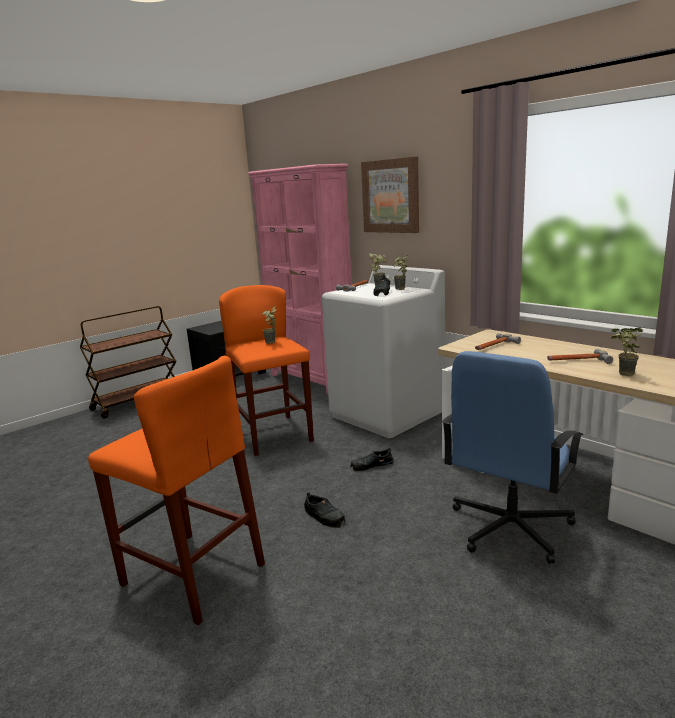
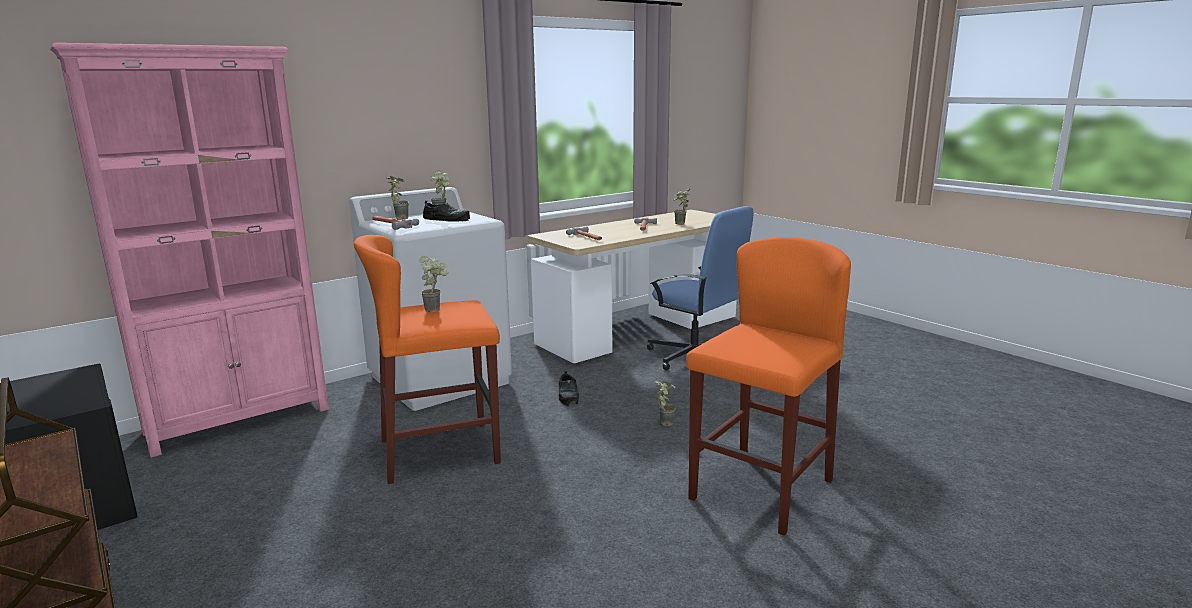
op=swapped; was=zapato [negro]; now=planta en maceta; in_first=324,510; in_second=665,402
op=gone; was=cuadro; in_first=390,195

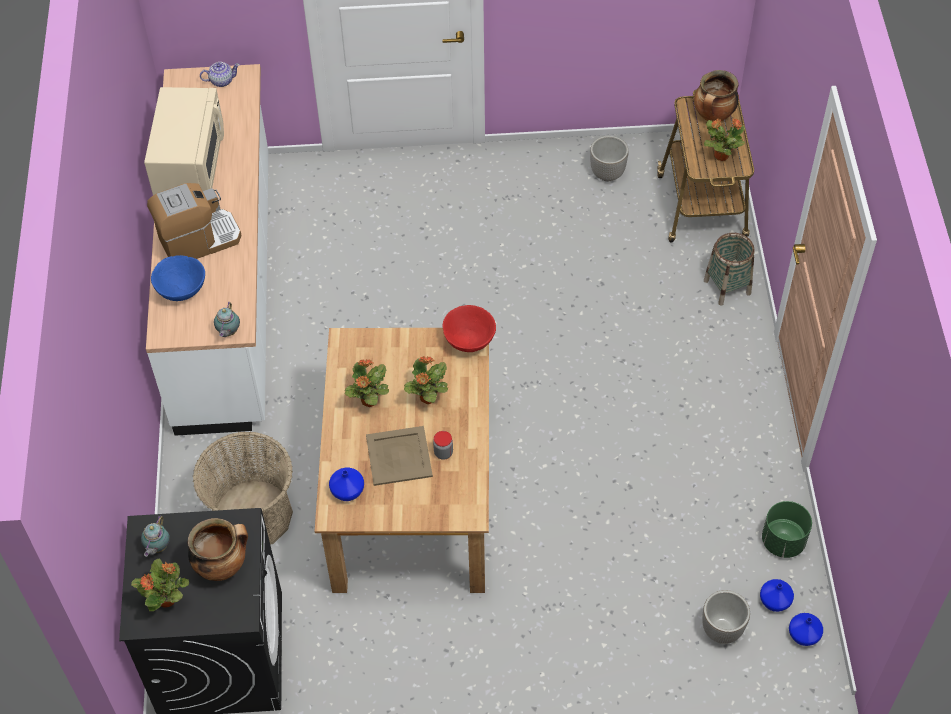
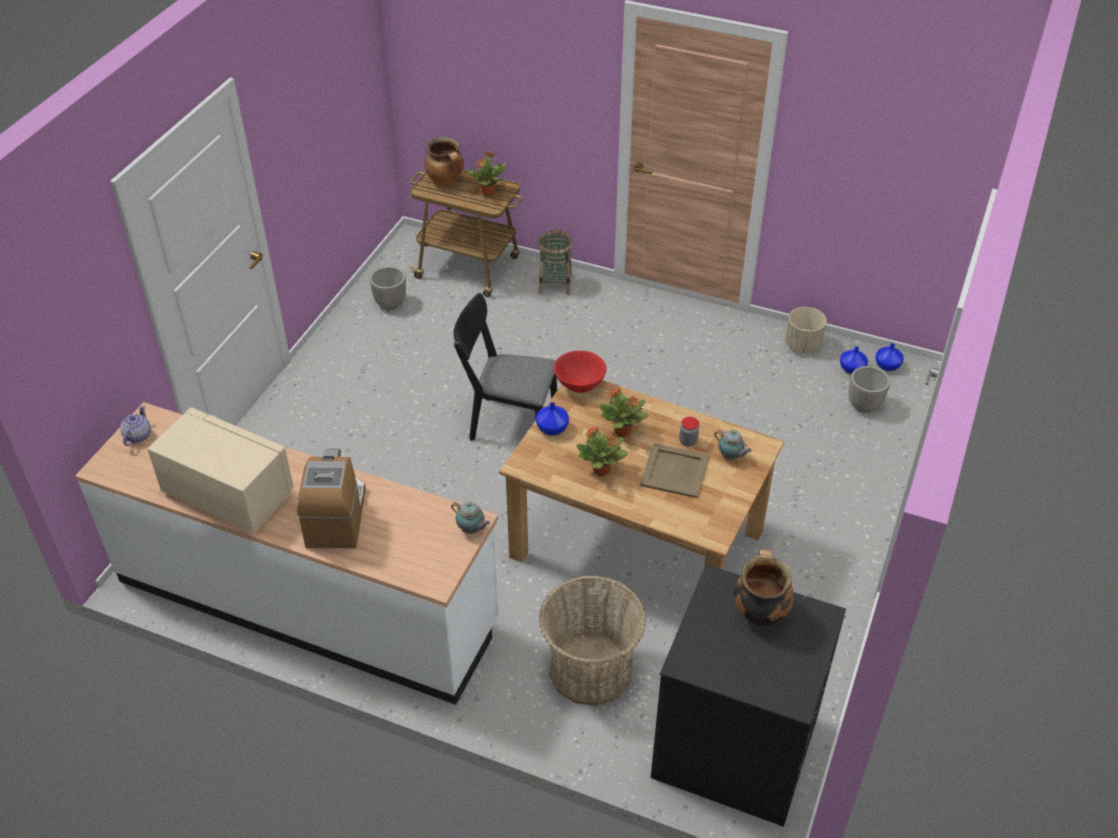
op=gone; was=planta en maceta; in_first=160,584
op=shifted; was=tetera; in_first=155,536; in_second=733,445
op=gone; was=cuenco [azul]; in_first=178,278
op=shifted; was=florero [azul]; in_first=346,484; in_second=552,419
op=repainted; was=maceta [verde]; now=maceta [beis]; in_first=787,529; in_second=805,330
op=new; now=silla [negro]; in_second=505,367

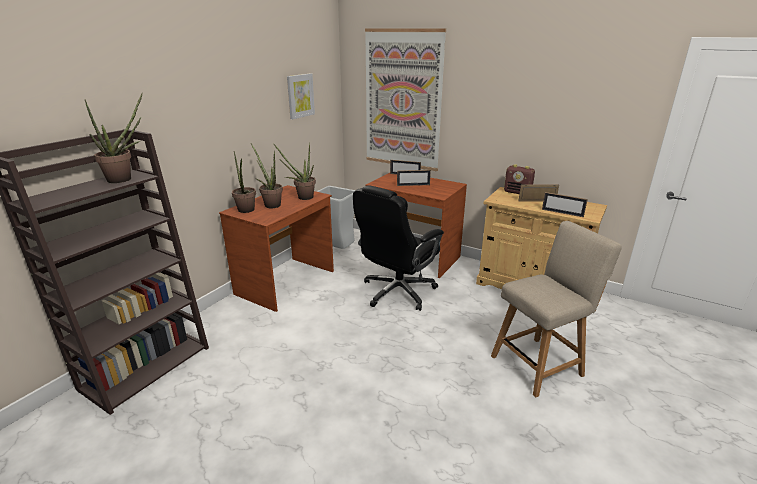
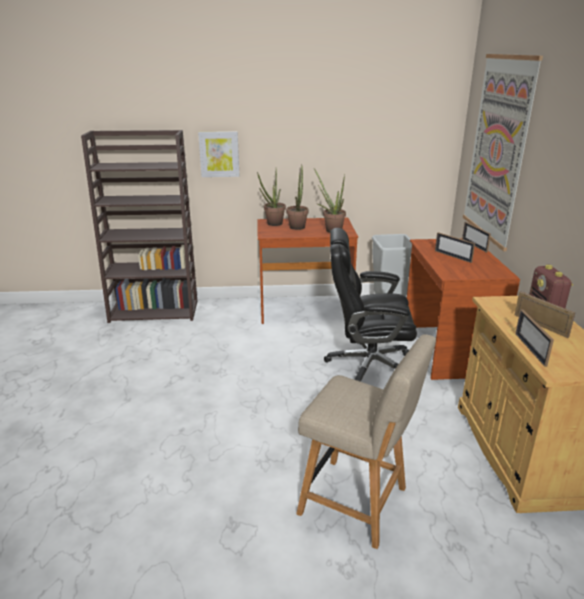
op=gone; was=planta en maceta; in_first=113,138
op=shifted; was=cuadro; in_first=301,96; in_second=218,154

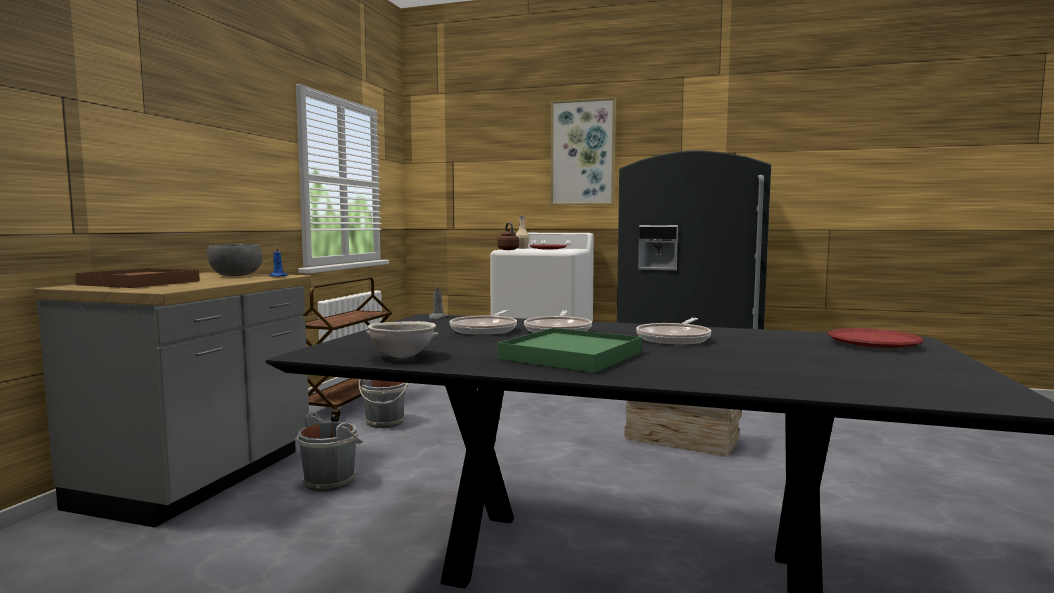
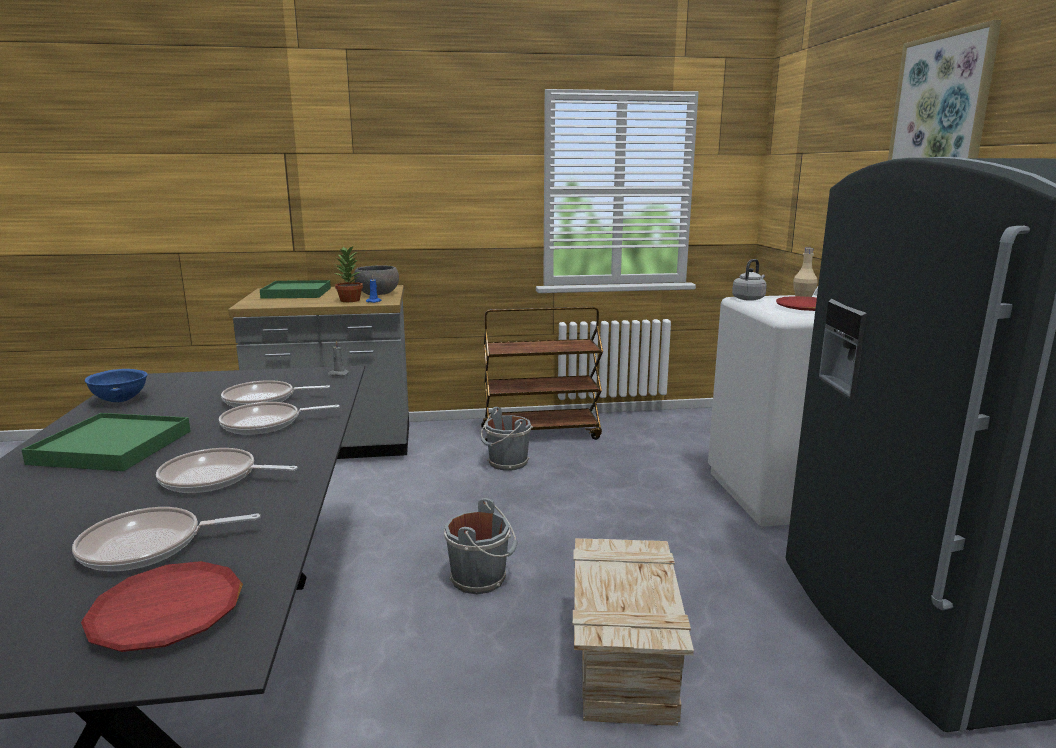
op=repainted; was=bandeja [marrón]; now=bandeja [verde]; in_first=137,278; in_second=295,289
op=shifted; was=cubo [gris]; in_first=329,452; in_second=481,546
op=repainted; was=cuenco [gris]; now=cuenco [azul]; in_first=402,339; in_second=116,385
op=repainted; was=hervidor [marrón]; now=hervidor [gris]; in_first=508,236; in_second=749,280
op=new; now=sartén; in_second=166,539
op=new; now=planta en maceta; in_second=349,274

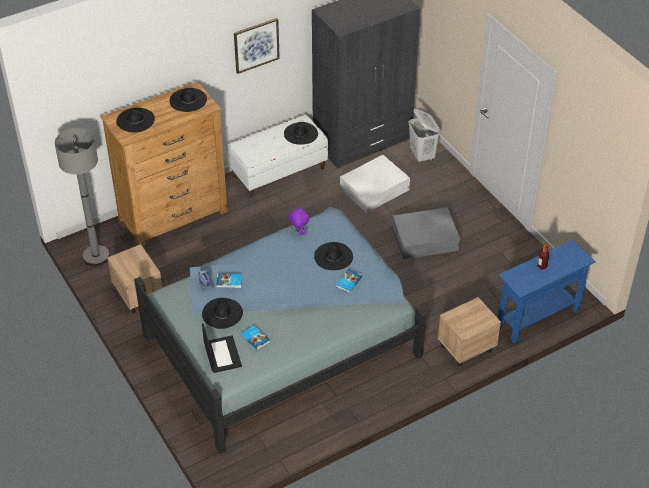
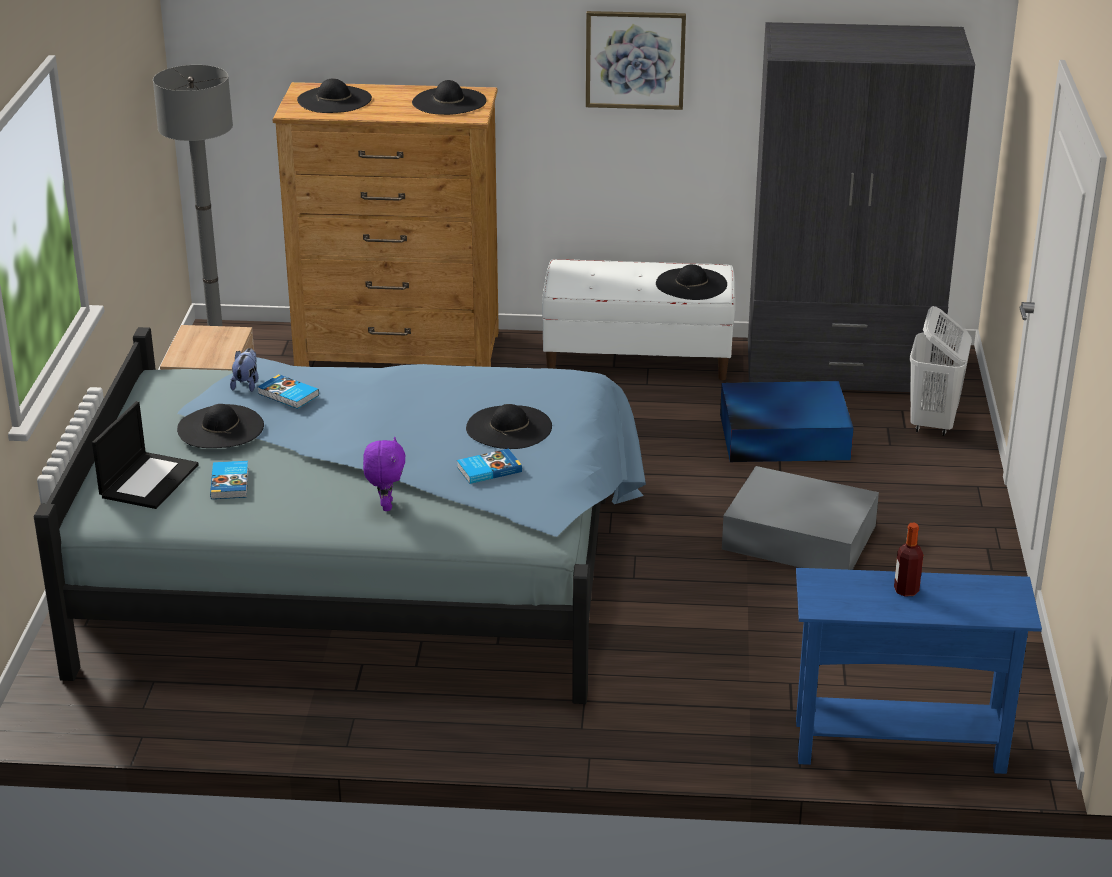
op=shifted; was=peluche [morado]; in_first=299,220; in_second=384,474
op=repainted; was=caja de almacenaje [blanco]; now=caja de almacenaje [azul]; in_first=375,184; in_second=787,421
op=gone; was=mesita de noche [beis]; in_first=469,332

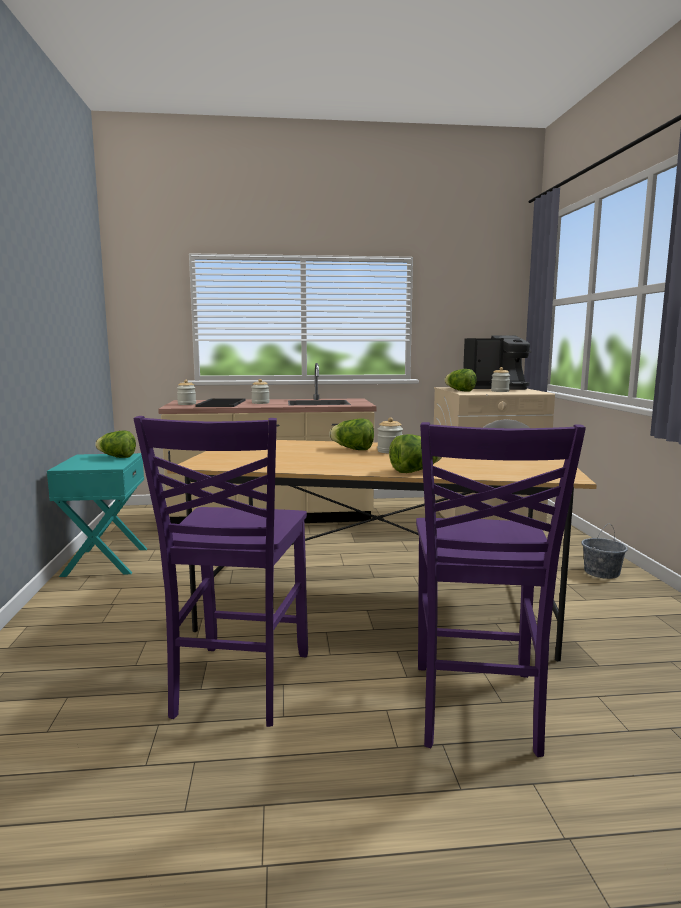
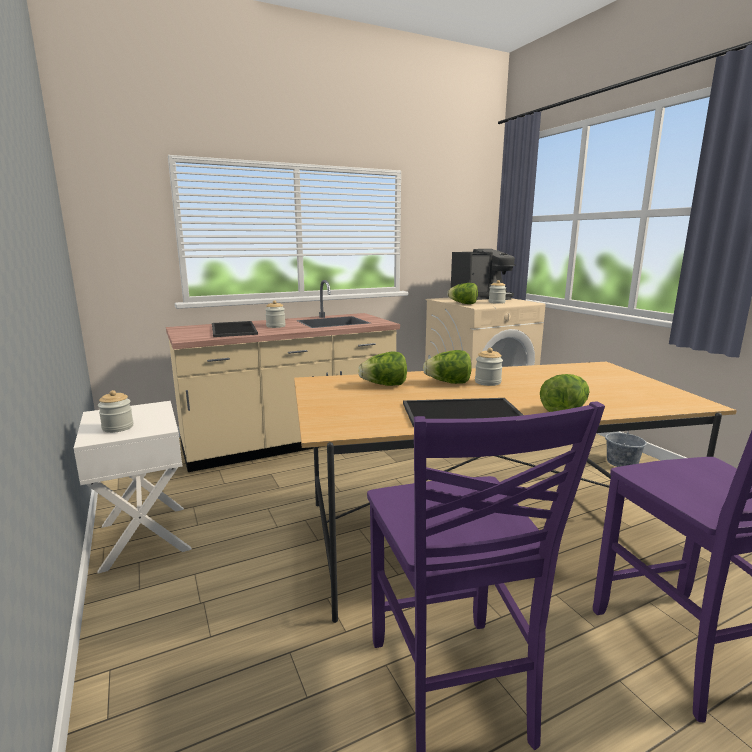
op=repainted; was=mesita de noche [turquesa]; now=mesita de noche [blanco]; in_first=97,515; in_second=133,487
op=shifted; was=lechuga; in_first=115,444; in_second=382,368
op=shifted; was=tarro; in_first=186,392; in_second=116,411
op=new; now=bandeja; in_second=463,412

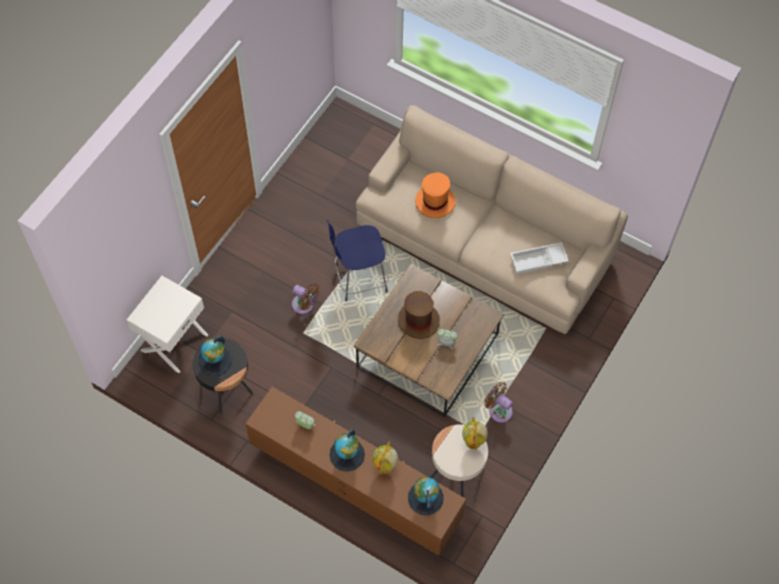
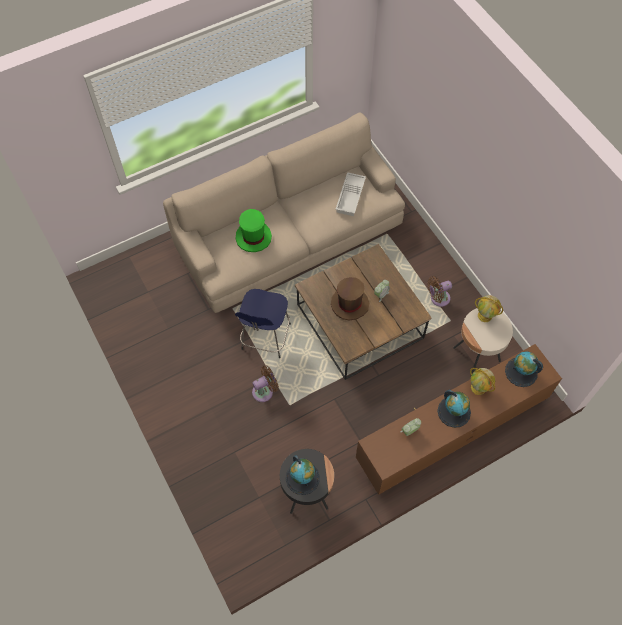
op=gone; was=mesita de noche [blanco]; in_first=167,324
op=repainted; was=sombrero [naranja]; now=sombrero [verde]; in_first=435,195; in_second=254,230

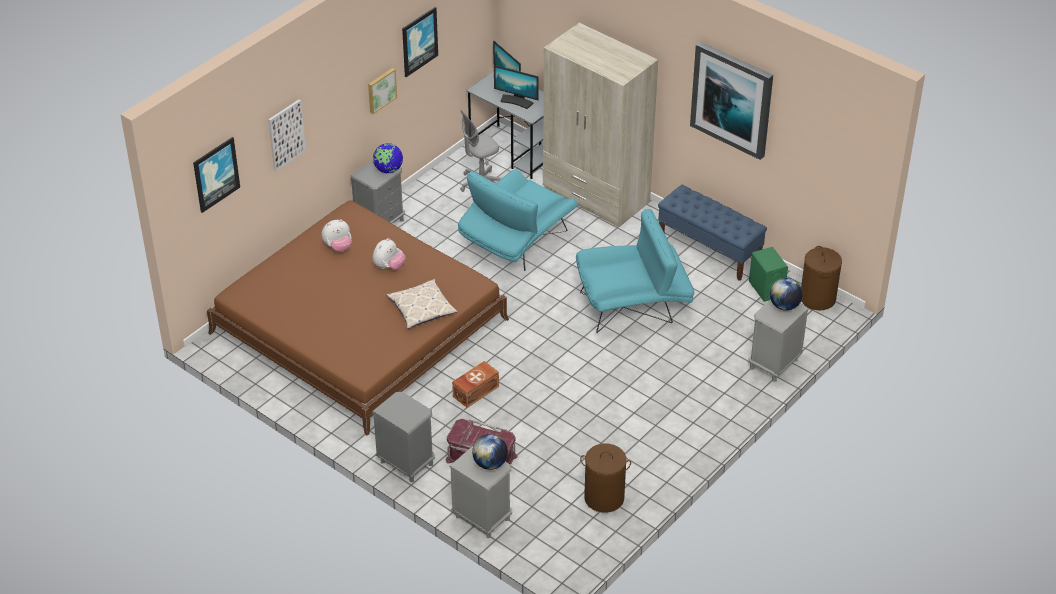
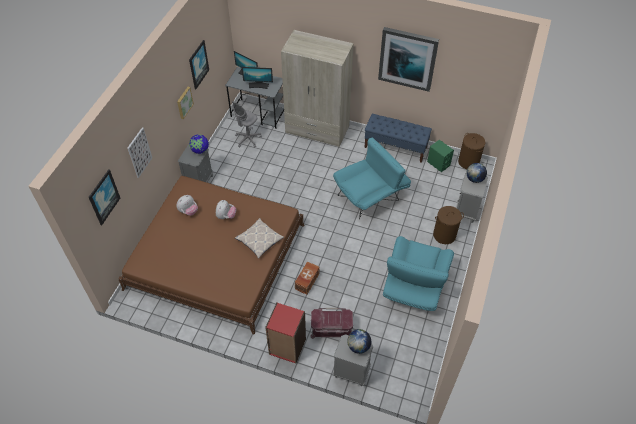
op=swapped; was=mesita de noche [gris]; now=estantería [rojo]; in_first=403,437; in_second=285,333
op=shifted; was=sillón [turquesa]; in_first=518,220; in_second=418,273
op=shifted; was=cesto de la ropa [marrón]; in_first=605,478; in_second=448,225

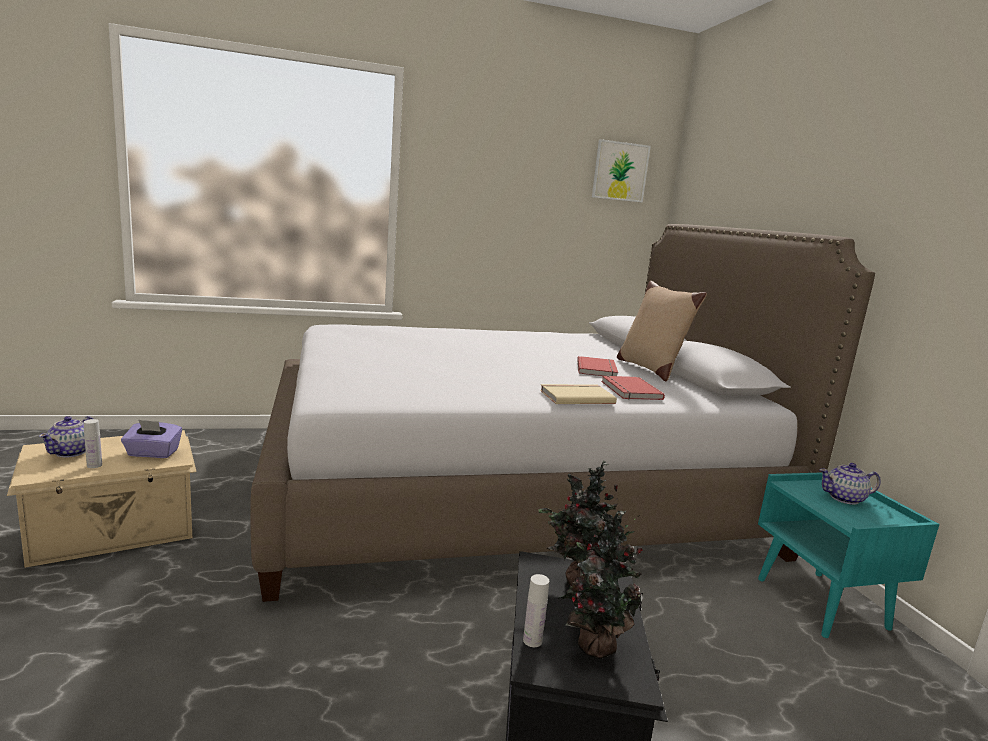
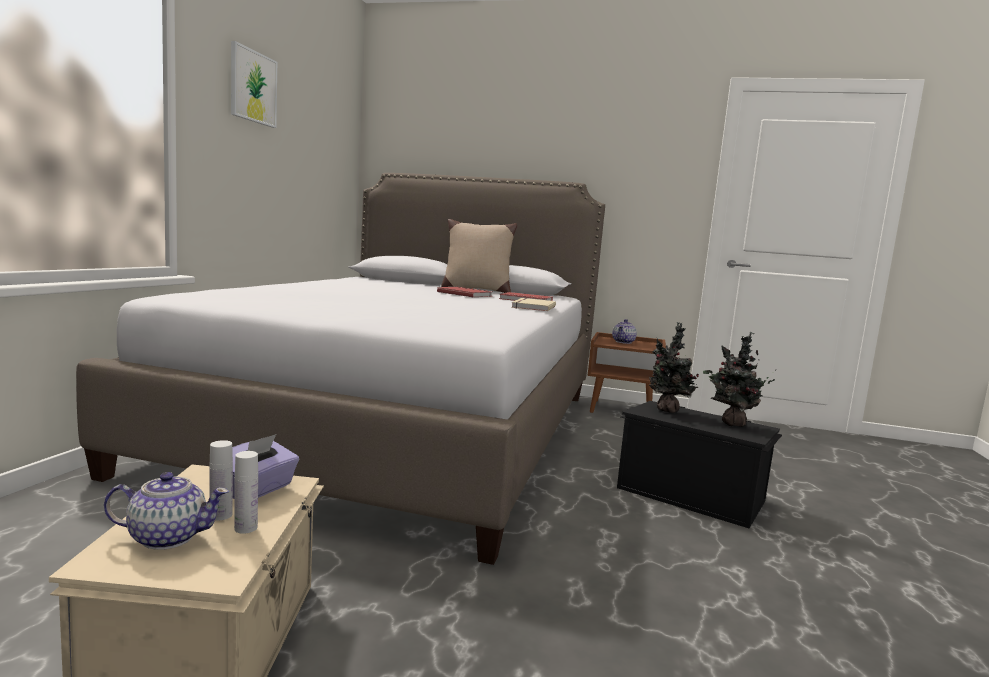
op=rotated; was=tetera; in_first=66,436; in_second=166,511; clockwise=-45
op=shifted; was=botella [blanco]; in_first=536,610; in_second=221,480
op=shifted; was=cuadro; in_first=621,170; in_second=254,84
op=repainted; was=mesita de noche [turquesa]; now=mesita de noche [marrón]; in_first=848,555; in_second=627,372

